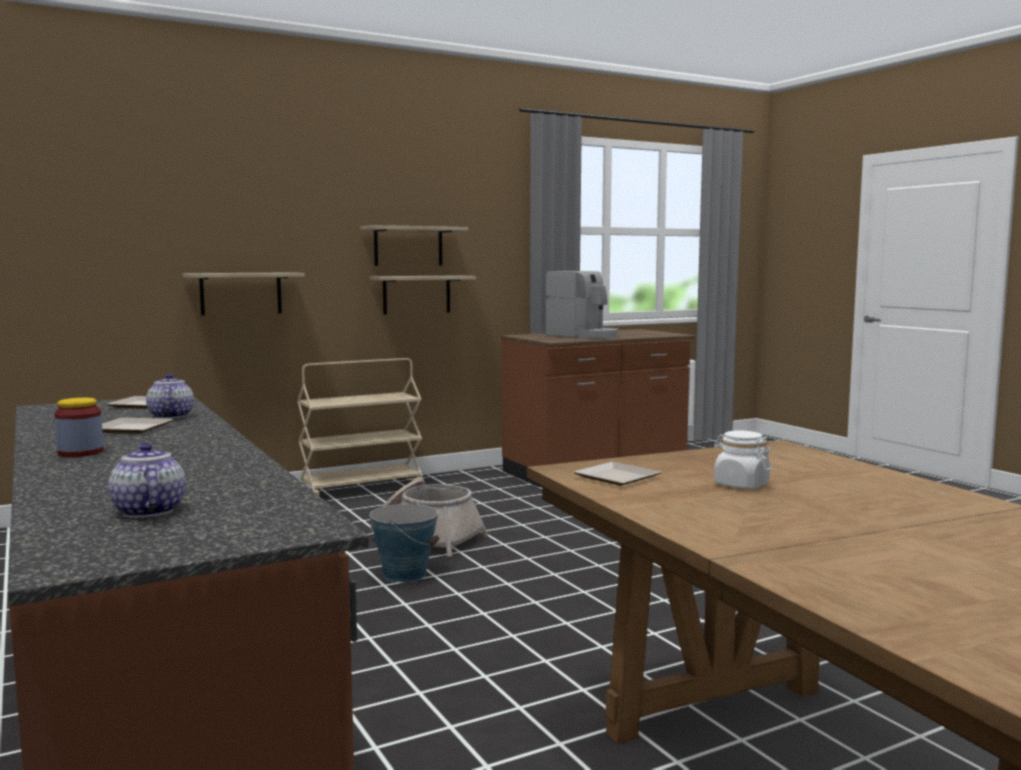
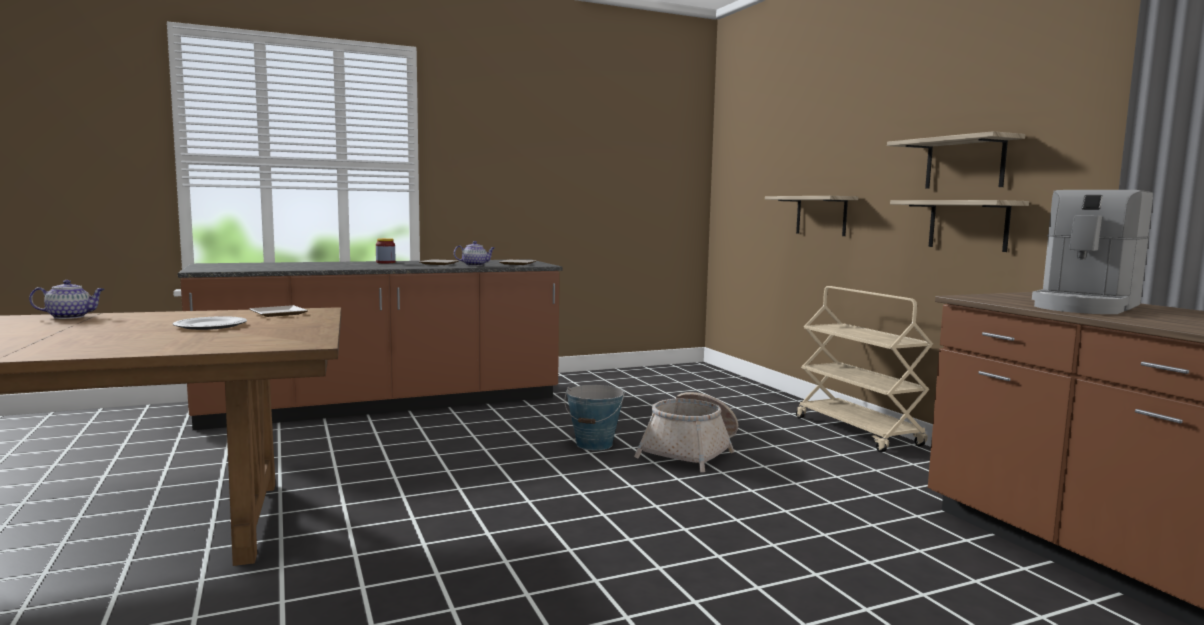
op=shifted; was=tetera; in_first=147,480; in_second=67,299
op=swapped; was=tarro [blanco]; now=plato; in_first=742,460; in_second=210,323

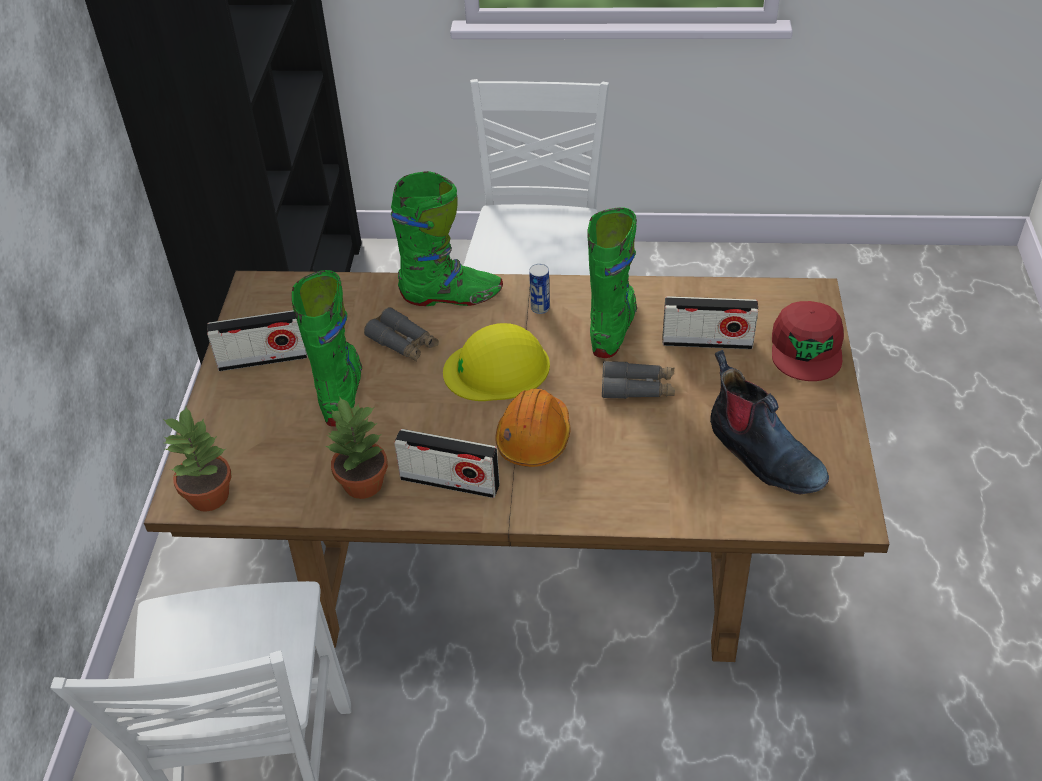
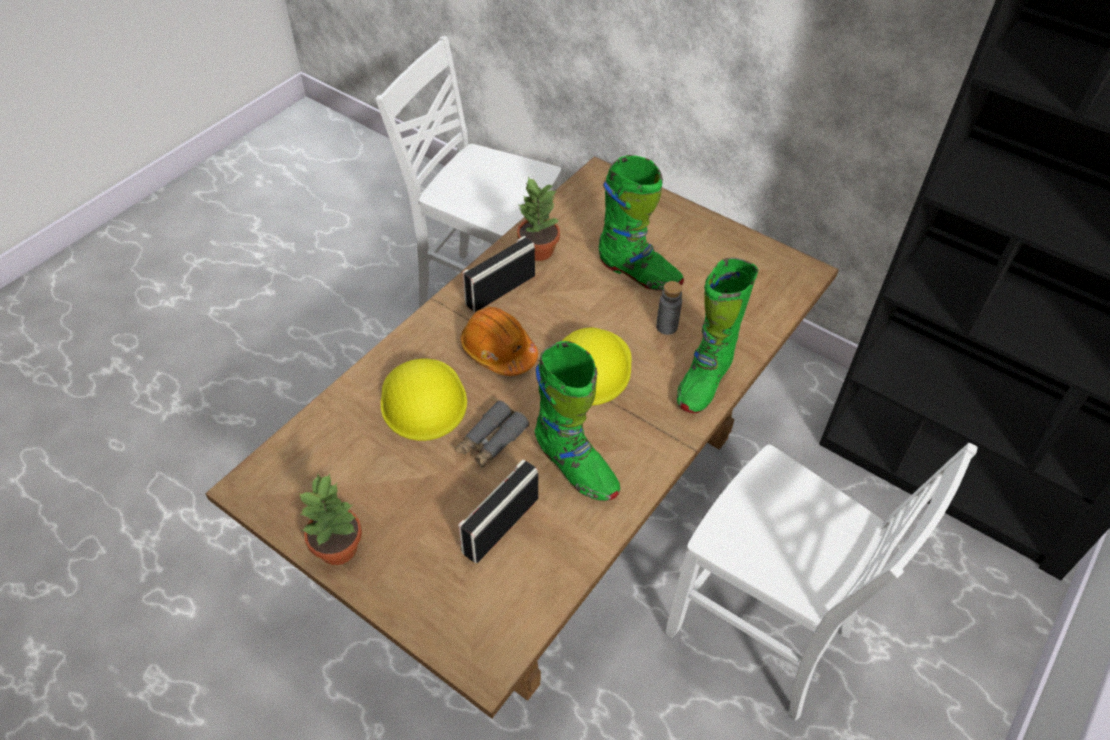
op=shifted; was=planta en maceta; in_first=197,459; in_second=330,519
op=gone; was=radio; in_first=257,340
op=swapped; was=prismáticos [gris]; now=botella [gris]; in_first=401,334; in_second=669,308
op=gone; was=lata; in_first=539,289
op=gone; was=bota; in_first=769,422
op=gone; was=gorra [rojo]; in_first=808,341
op=new; now=casco [amarillo]; in_second=424,400

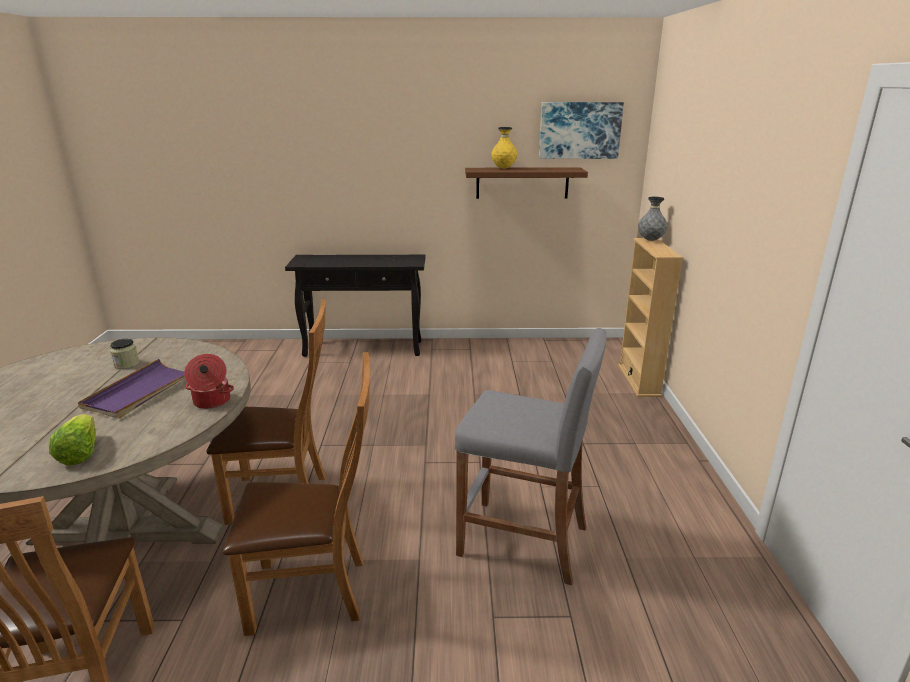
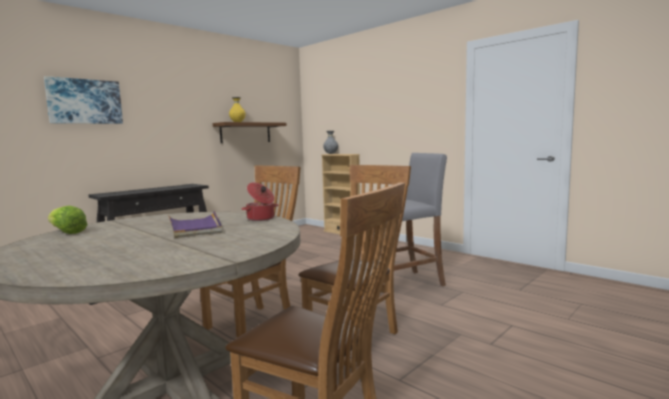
op=shifted; was=lechuga; in_first=72,439; in_second=68,220
op=gone; was=tarro; in_first=124,354
op=shifted; was=cuadro; in_first=581,130; in_second=83,100

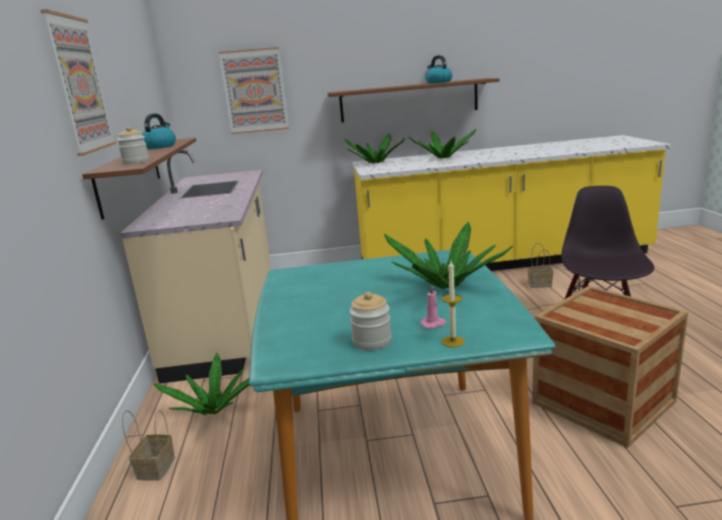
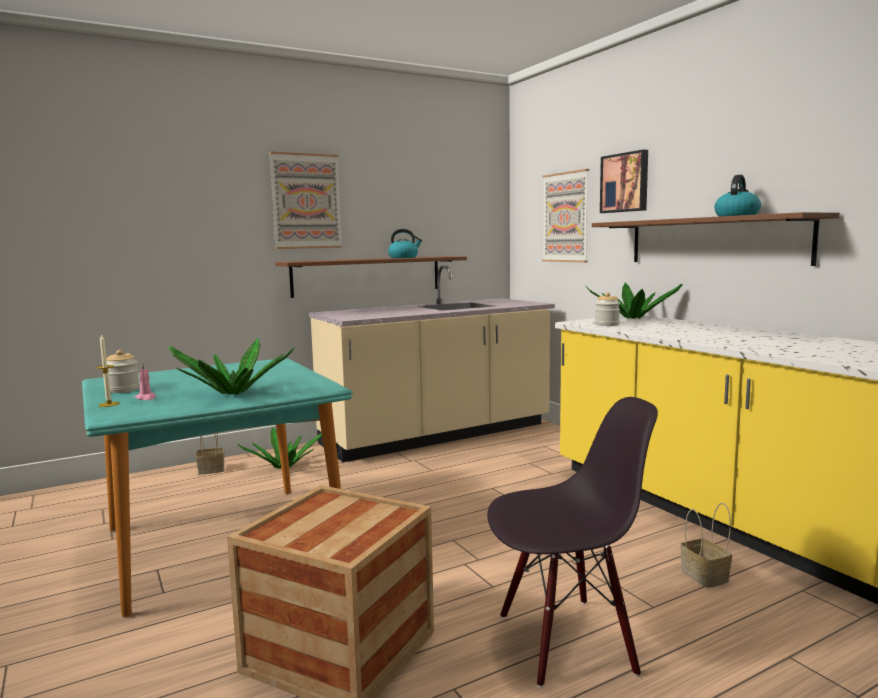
op=shifted; was=tarro; in_first=133,145; in_second=607,309
op=gone; was=planta en maceta; in_first=442,143
op=new; now=cuadro; in_second=624,181

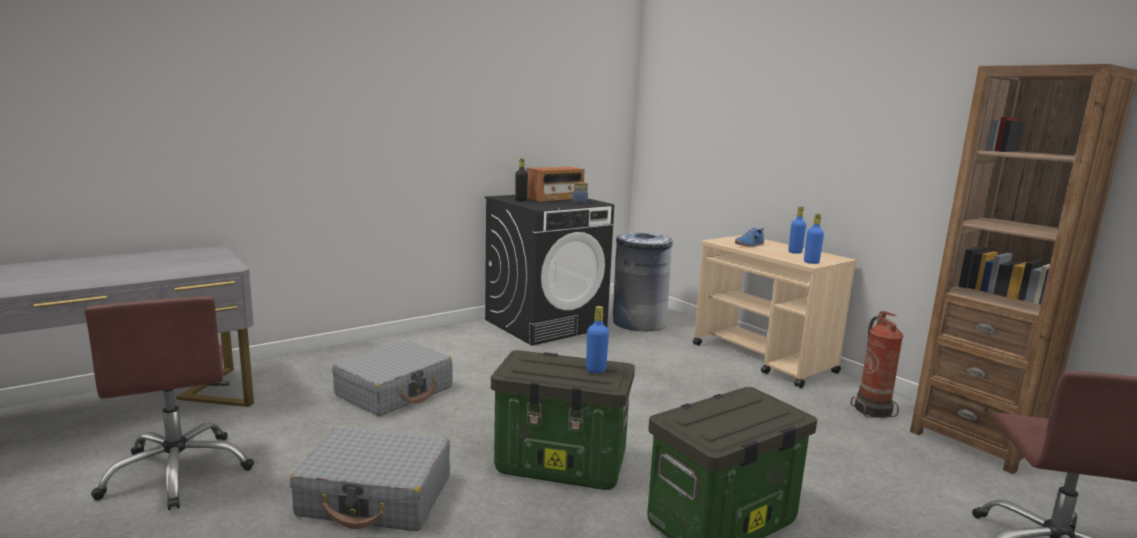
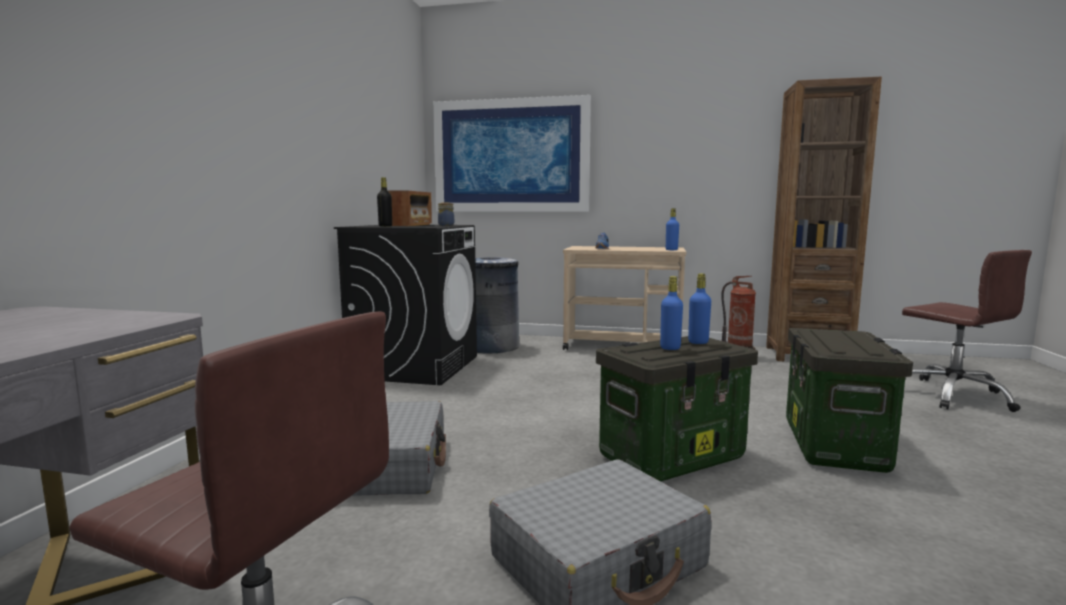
op=shifted; was=botella [azul]; in_first=797,230; in_second=671,313
op=new; now=cuadro; in_second=512,153

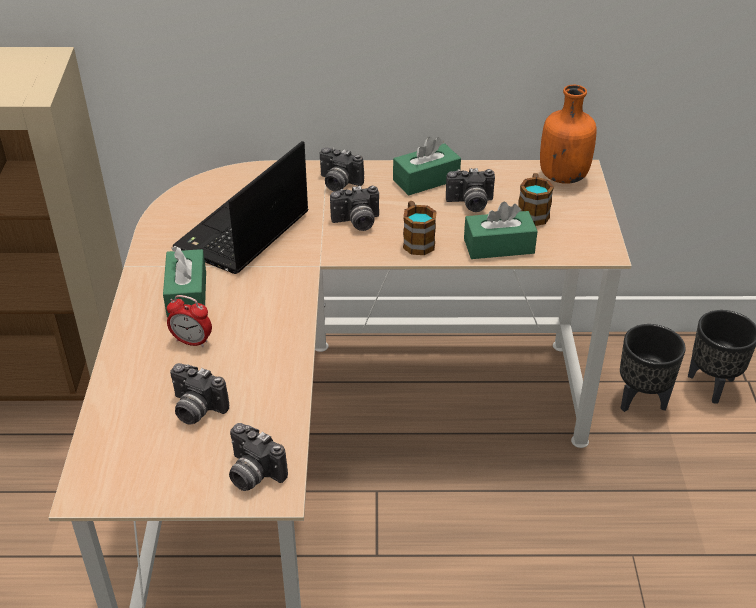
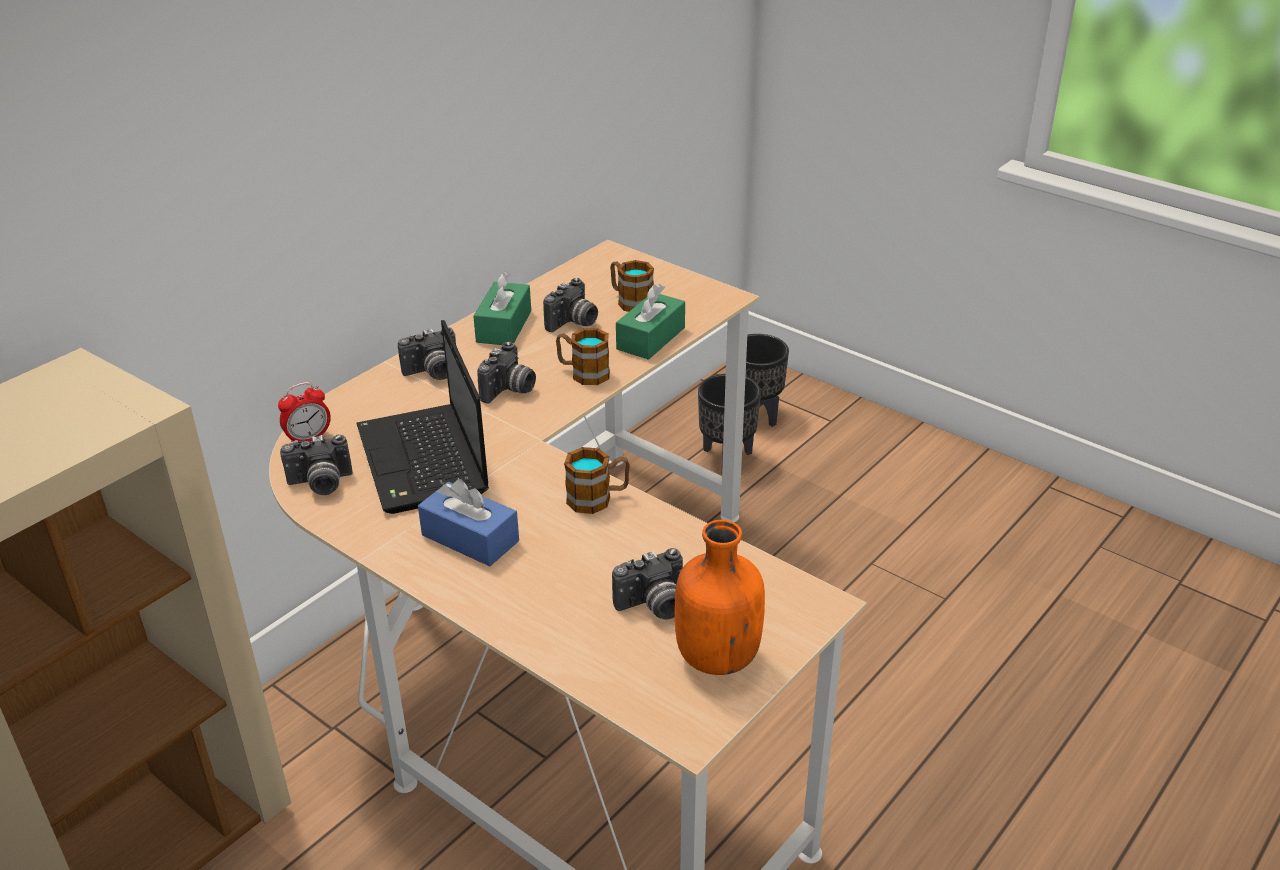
op=repainted; was=caja de pañuelos [verde]; now=caja de pañuelos [azul]; in_first=184,282; in_second=468,522
op=shifted; was=despertador; in_first=189,321; in_second=304,412
op=shifted; was=cámara; in_first=258,457; in_second=316,465
op=shifted; was=botella [naranja]; in_first=568,134; in_second=719,597
op=new; now=taza grande; in_second=597,480

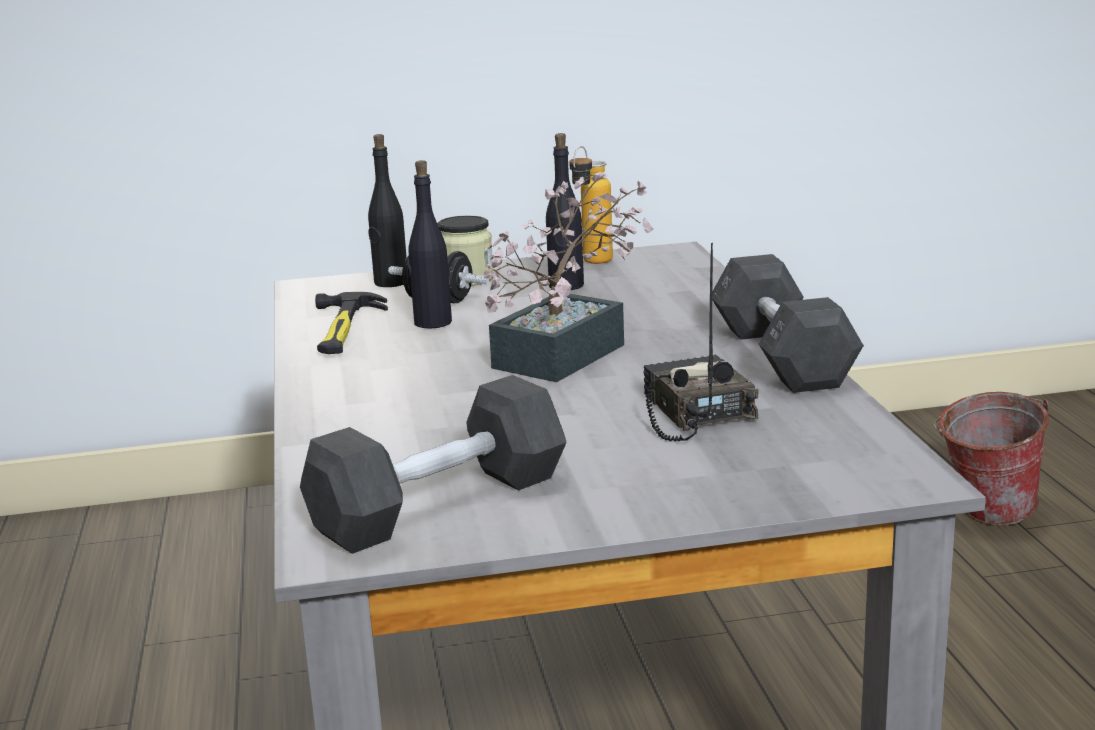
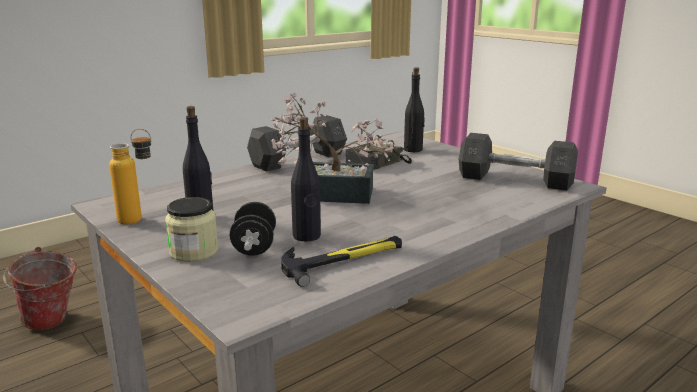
op=shifted; was=botella [negro]; in_first=387,210; in_second=414,109

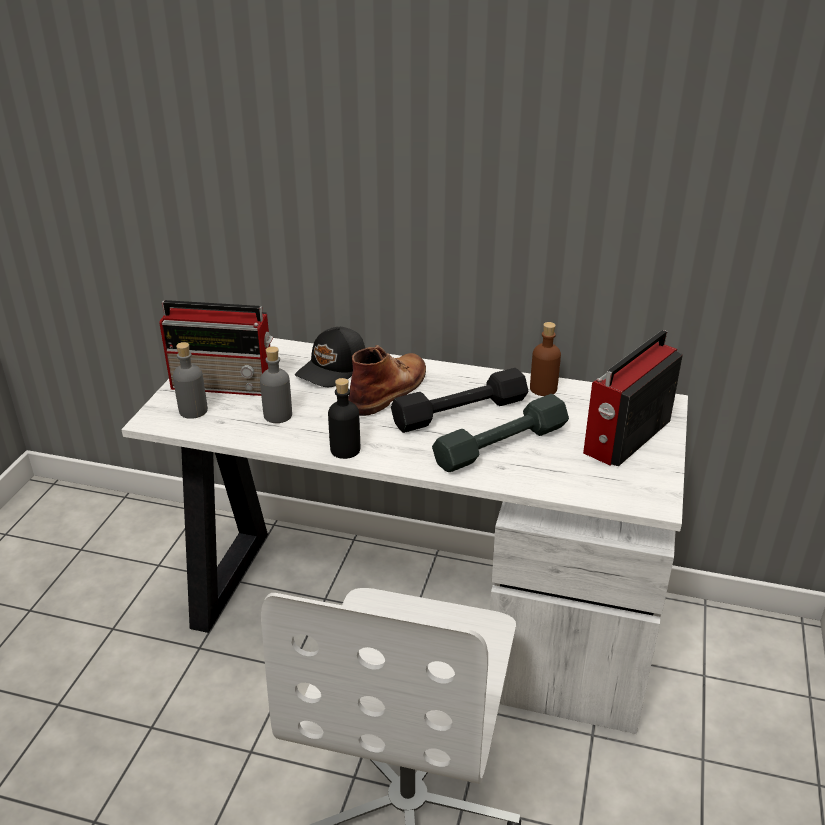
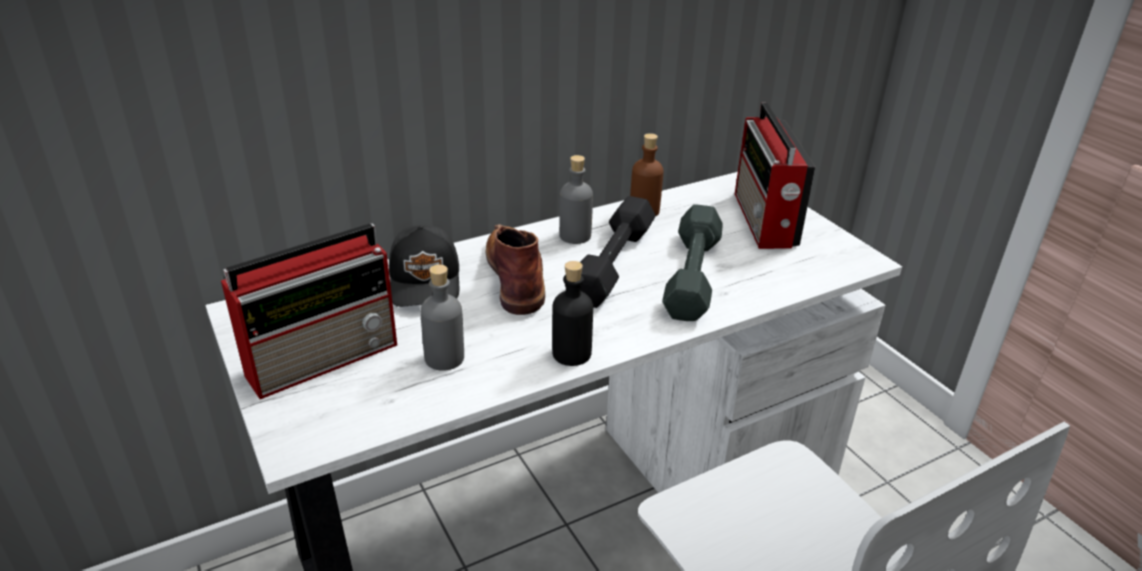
op=shifted; was=botella [gris]; in_first=190,380; in_second=576,199

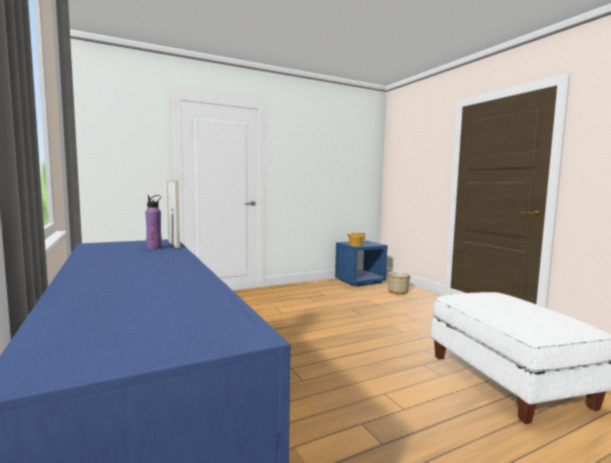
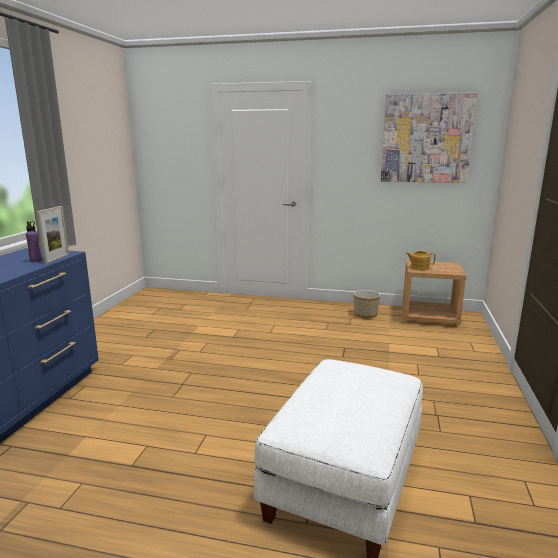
op=repainted; was=mesita de noche [azul]; now=mesita de noche [marrón]; in_first=361,264; in_second=434,293
op=shifted; was=maceta; in_first=399,283; in_second=367,304
op=new; now=cuadro; in_second=429,137

